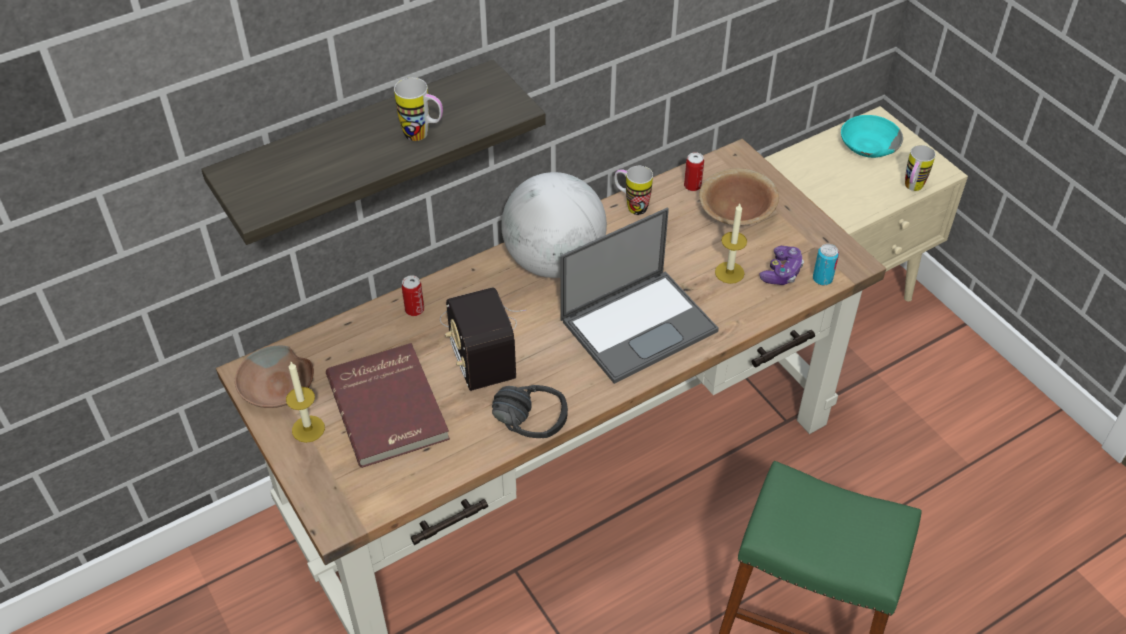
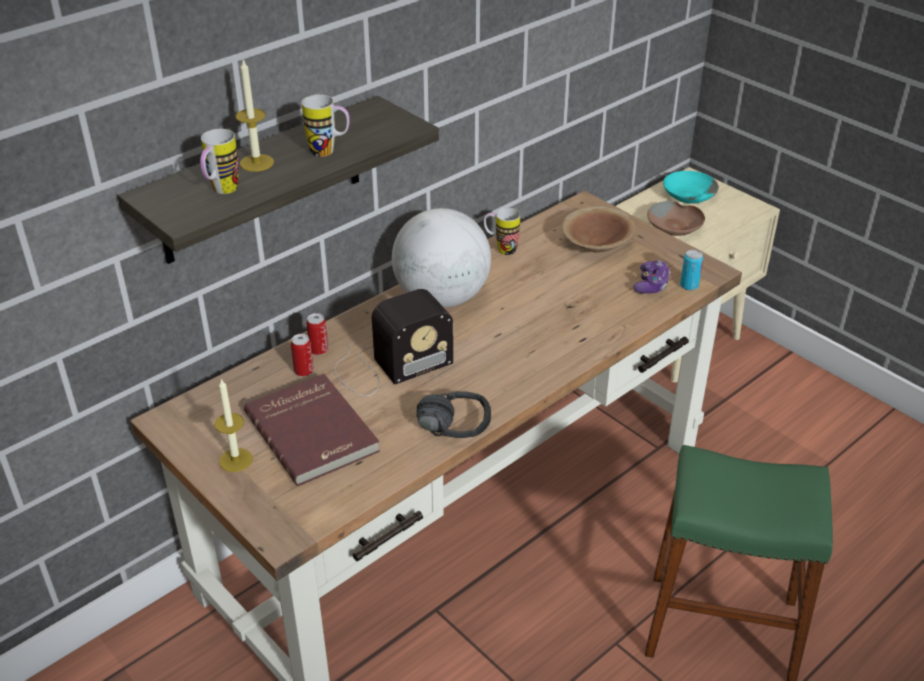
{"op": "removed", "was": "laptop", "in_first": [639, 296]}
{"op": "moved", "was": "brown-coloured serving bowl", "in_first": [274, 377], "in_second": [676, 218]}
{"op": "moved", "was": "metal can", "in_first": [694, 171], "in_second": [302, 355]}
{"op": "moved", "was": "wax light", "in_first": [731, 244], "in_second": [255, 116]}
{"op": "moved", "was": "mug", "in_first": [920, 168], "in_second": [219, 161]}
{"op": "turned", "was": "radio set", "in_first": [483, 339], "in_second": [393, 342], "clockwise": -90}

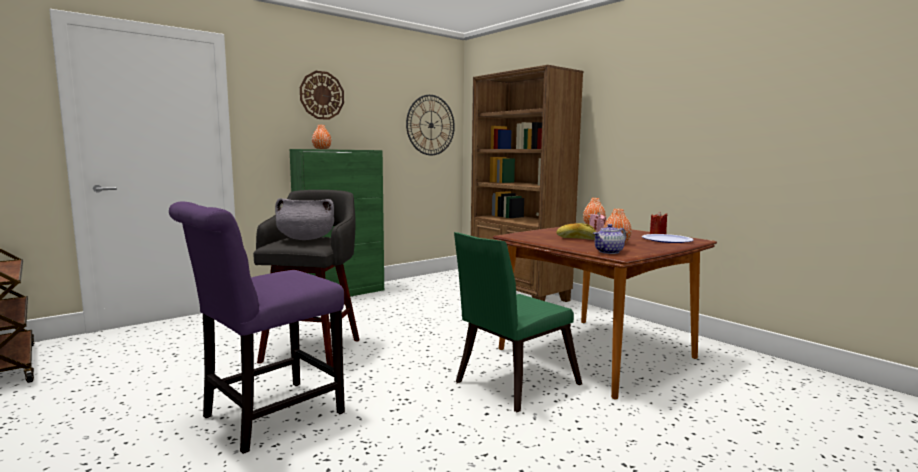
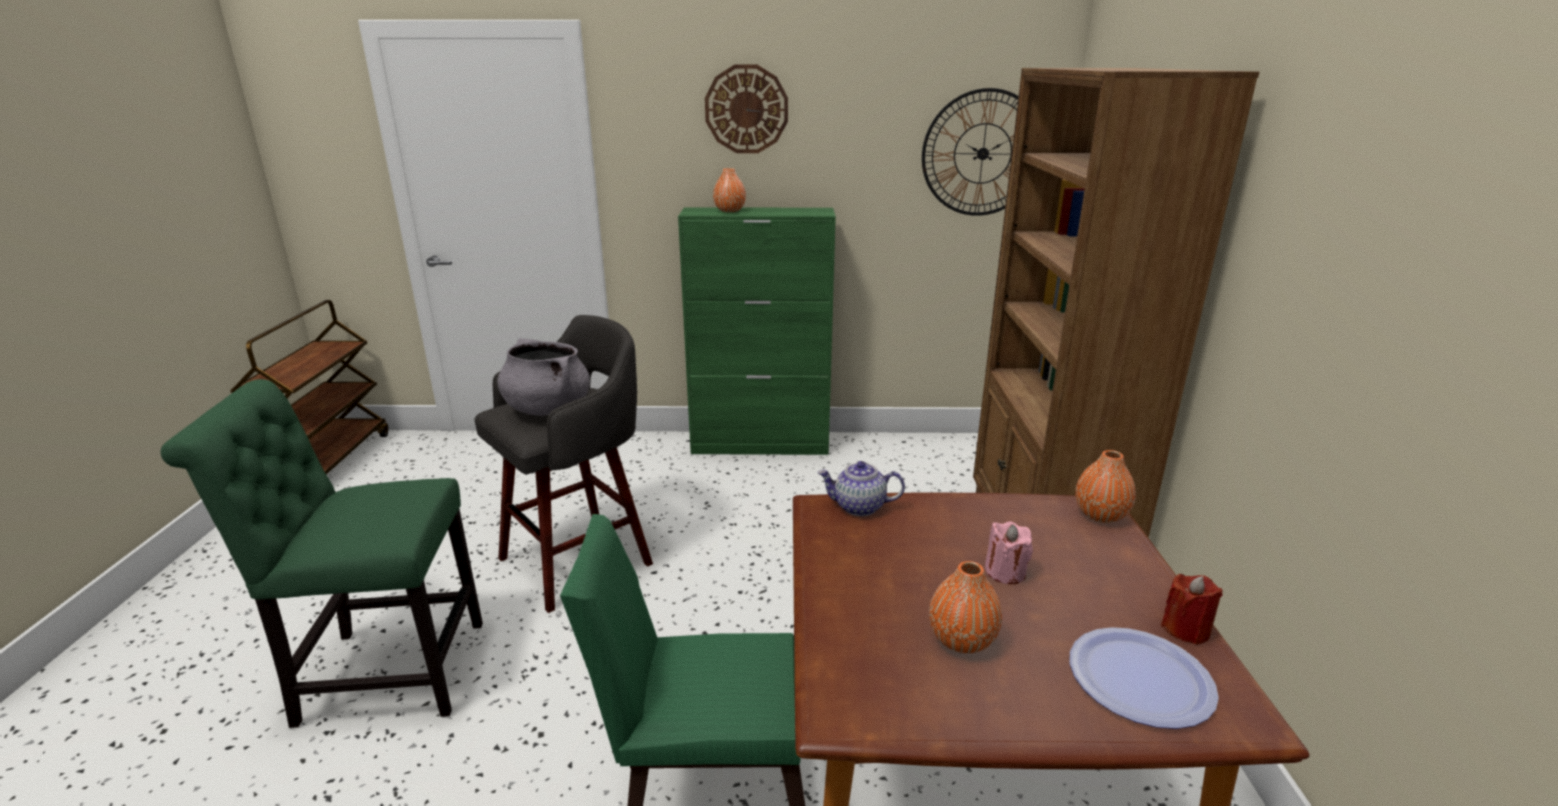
{"op": "removed", "was": "baked bread", "in_first": [576, 231]}
{"op": "moved", "was": "pot for tea", "in_first": [609, 239], "in_second": [861, 488]}
{"op": "recoloured", "was": "purple-coloured chair", "now": "greenish chair", "in_first": [257, 327], "in_second": [322, 553]}

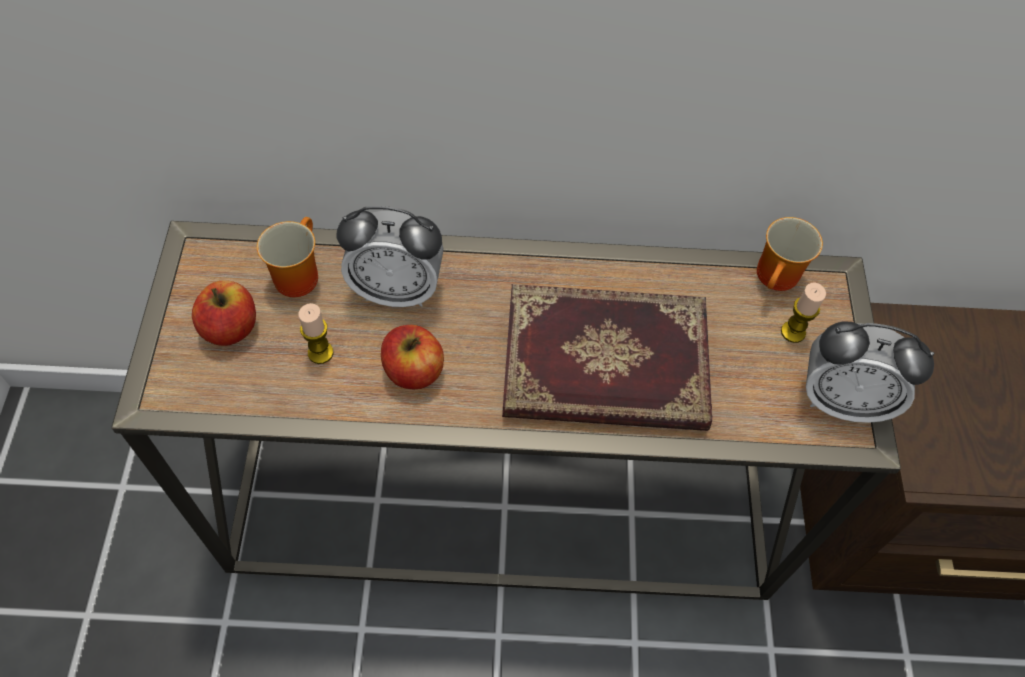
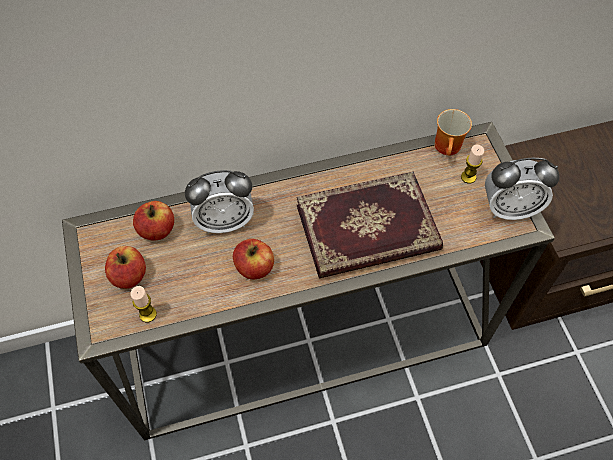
{"op": "moved", "was": "wax light", "in_first": [316, 333], "in_second": [143, 304]}
{"op": "replaced", "was": "mug", "now": "whole apple", "in_first": [287, 257], "in_second": [153, 221]}

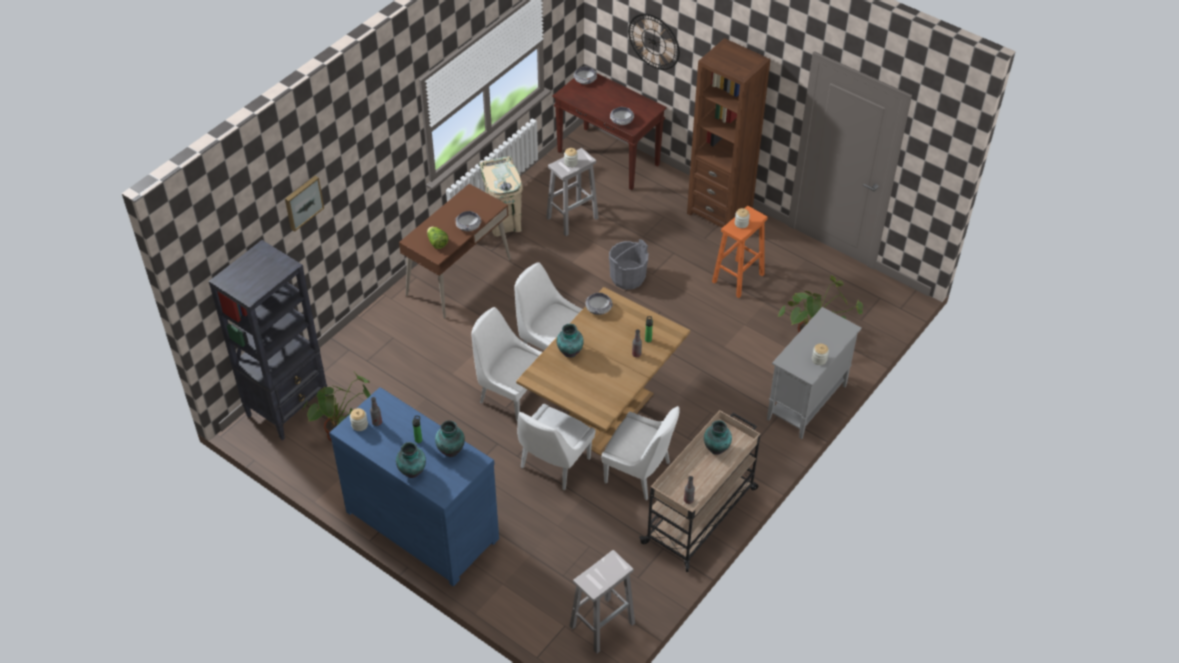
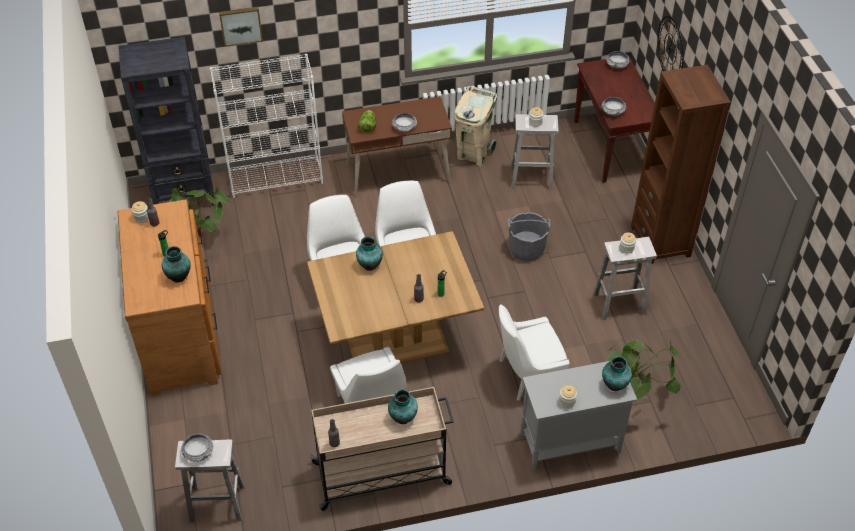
{"op": "added", "now": "whitish bookcase", "in_second": [266, 126]}
{"op": "moved", "was": "vase", "in_first": [411, 460], "in_second": [617, 373]}
{"op": "moved", "was": "whitish chair", "in_first": [556, 447], "in_second": [534, 352]}
{"op": "moved", "was": "serving bowl", "in_first": [598, 303], "in_second": [197, 448]}
{"op": "recoloured", "was": "bluish drawer chest", "now": "brown-coloured drawer chest", "in_first": [414, 486], "in_second": [169, 298]}
{"op": "recoloured", "was": "orange stool", "now": "whitish stool", "in_first": [739, 252], "in_second": [625, 278]}

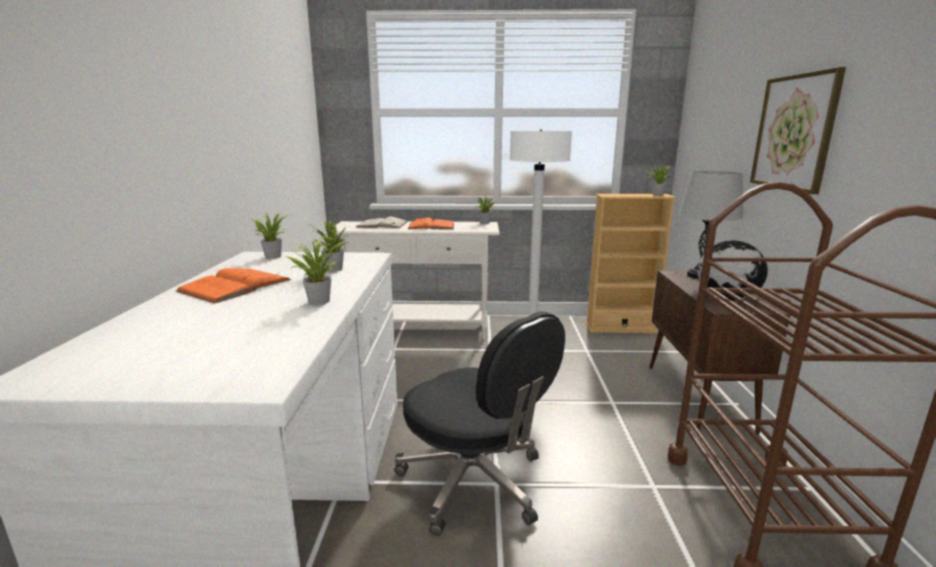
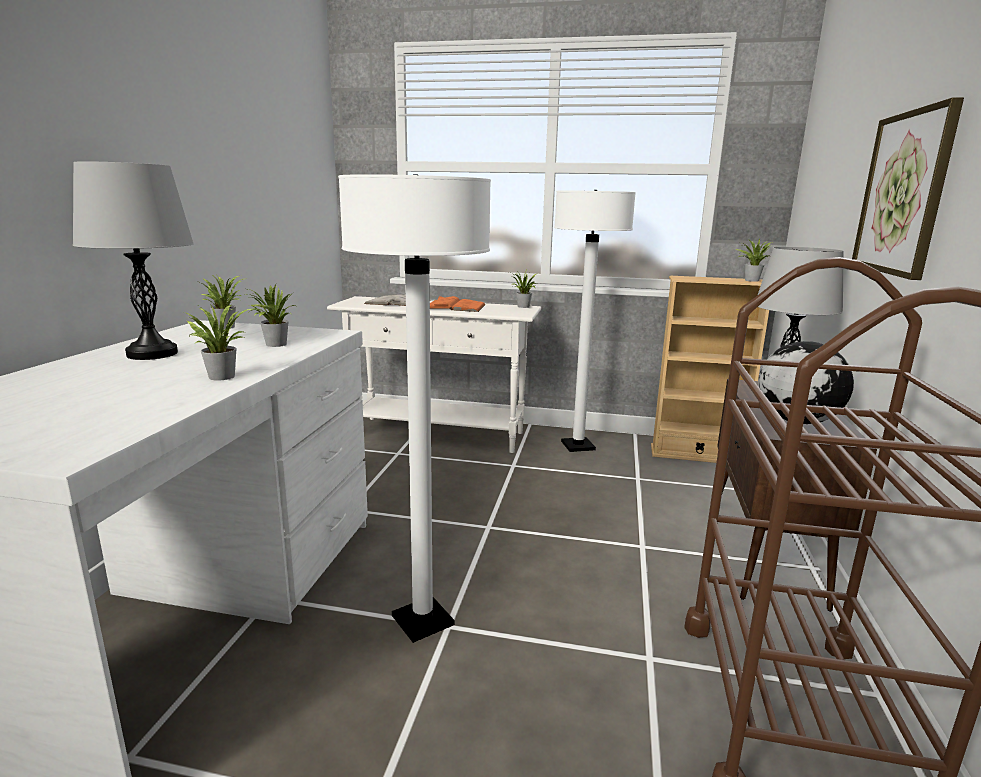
{"op": "replaced", "was": "orange bound book", "now": "gray lamp for a table", "in_first": [233, 286], "in_second": [133, 260]}
{"op": "replaced", "was": "black-coloured computer chair", "now": "whitish floor lamp", "in_first": [480, 423], "in_second": [414, 408]}

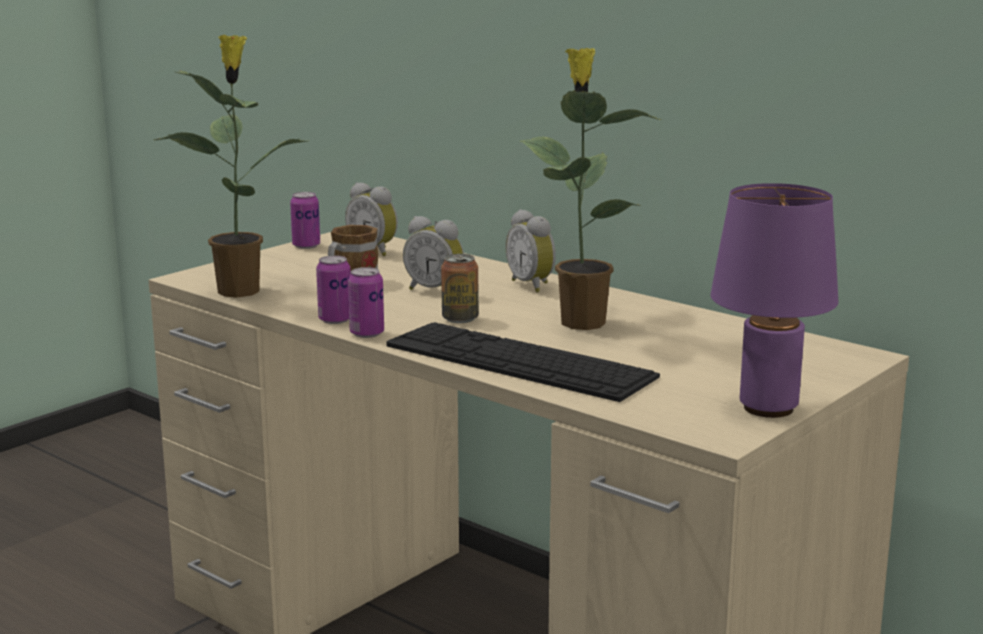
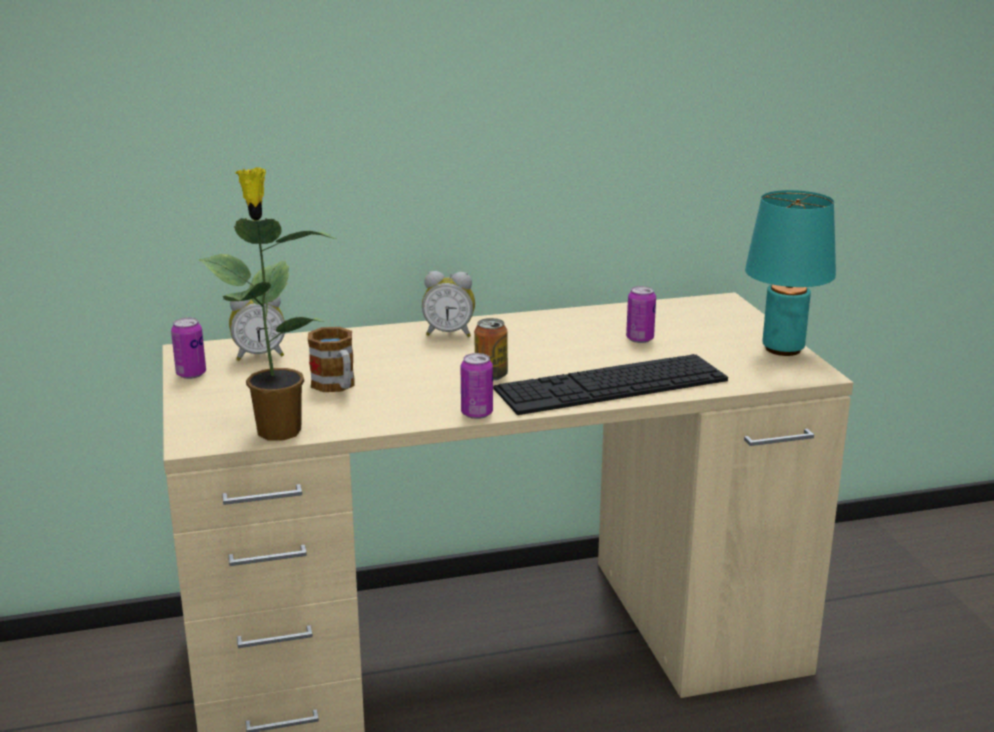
{"op": "removed", "was": "bedside clock", "in_first": [433, 253]}
{"op": "removed", "was": "houseplant", "in_first": [590, 189]}
{"op": "moved", "was": "metal can", "in_first": [333, 289], "in_second": [641, 314]}
{"op": "recoloured", "was": "purple-coloured lamp for a table", "now": "turquoise lamp for a table", "in_first": [774, 300], "in_second": [790, 273]}

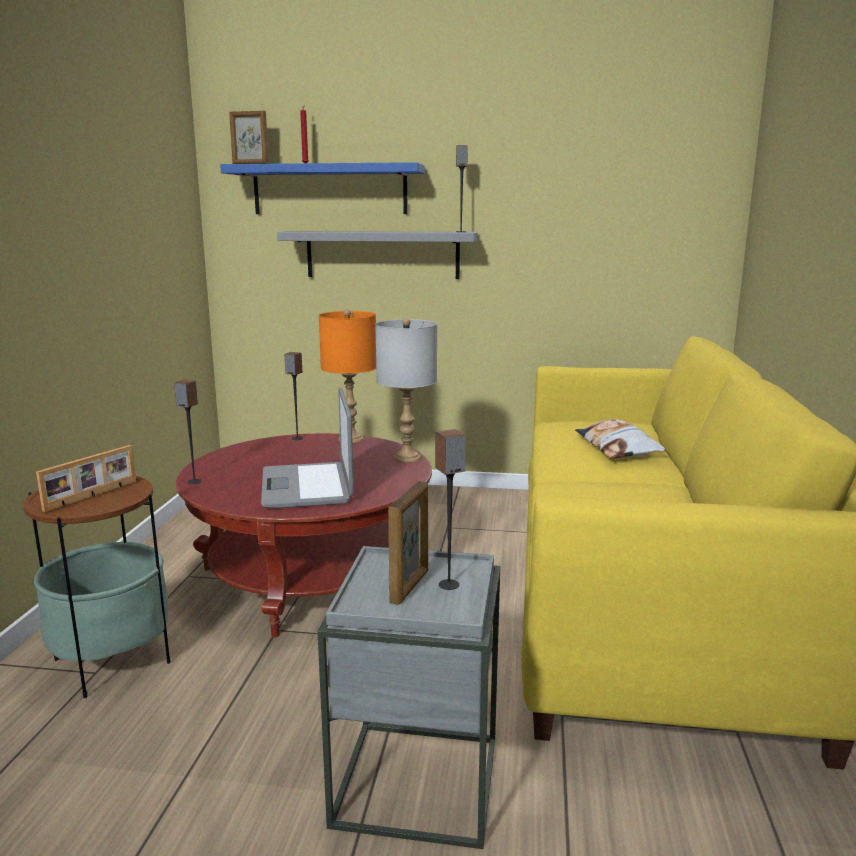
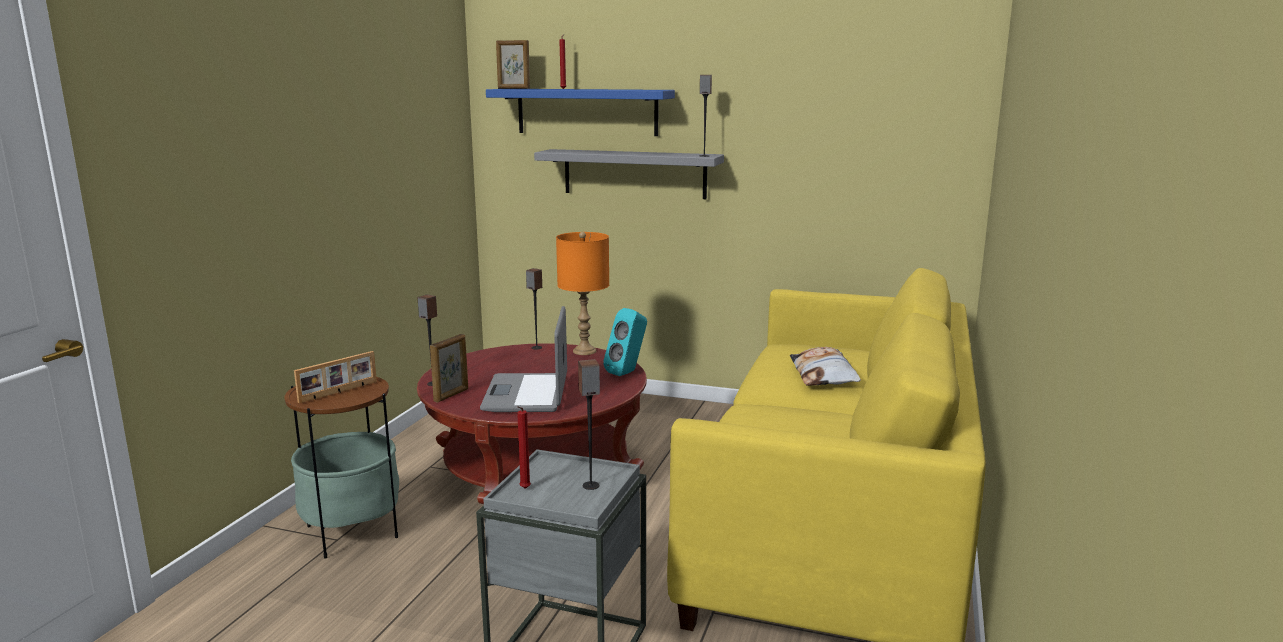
{"op": "added", "now": "reddish wax light", "in_second": [524, 447]}
{"op": "moved", "was": "photo frame", "in_first": [408, 543], "in_second": [449, 368]}
{"op": "replaced", "was": "gray lamp for a table", "now": "turquoise loudspeaker", "in_first": [406, 390], "in_second": [625, 342]}

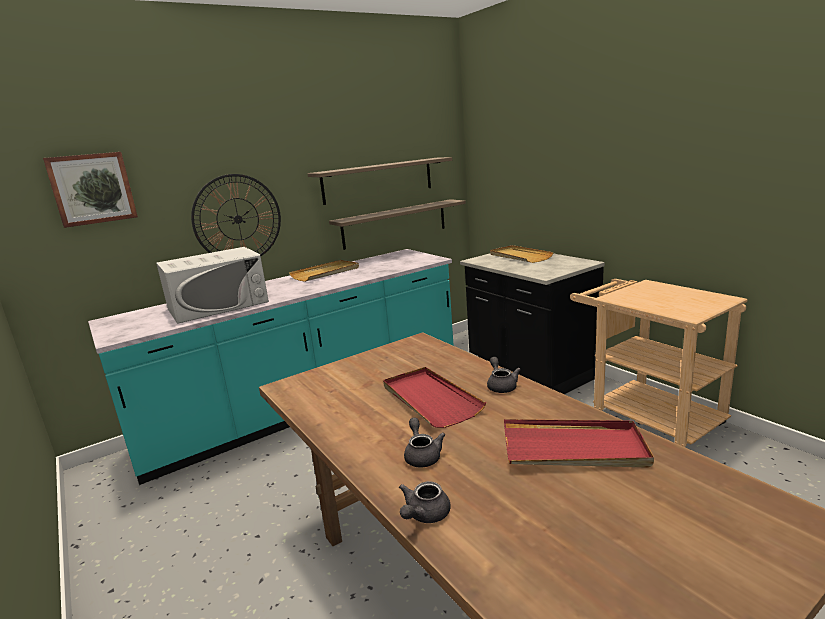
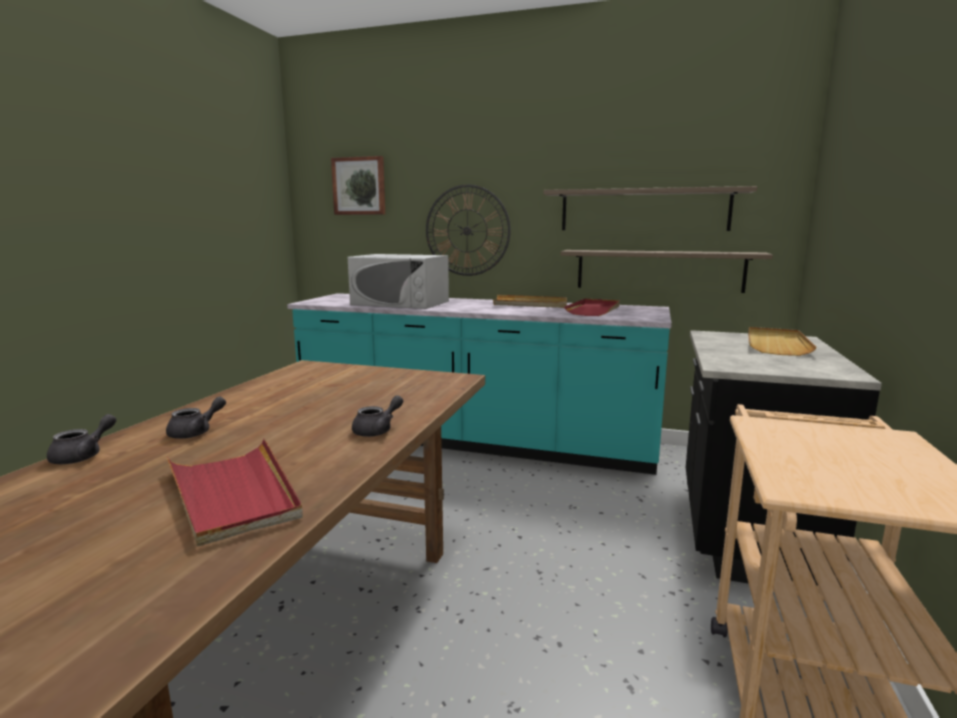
{"op": "moved", "was": "reddish tray", "in_first": [434, 397], "in_second": [592, 307]}
{"op": "turned", "was": "gray pot for tea", "in_first": [425, 502], "in_second": [81, 439], "clockwise": 120}

